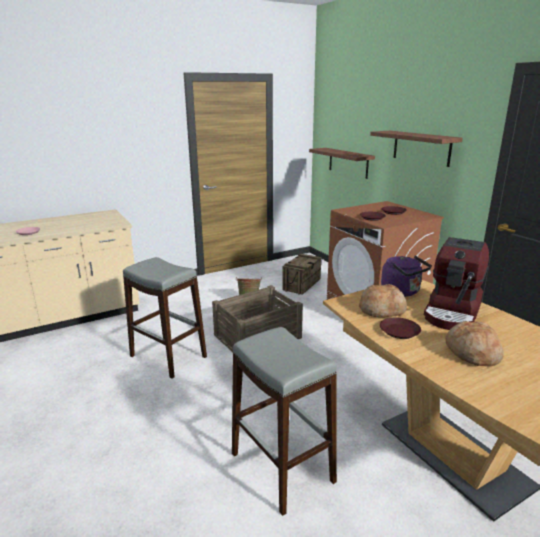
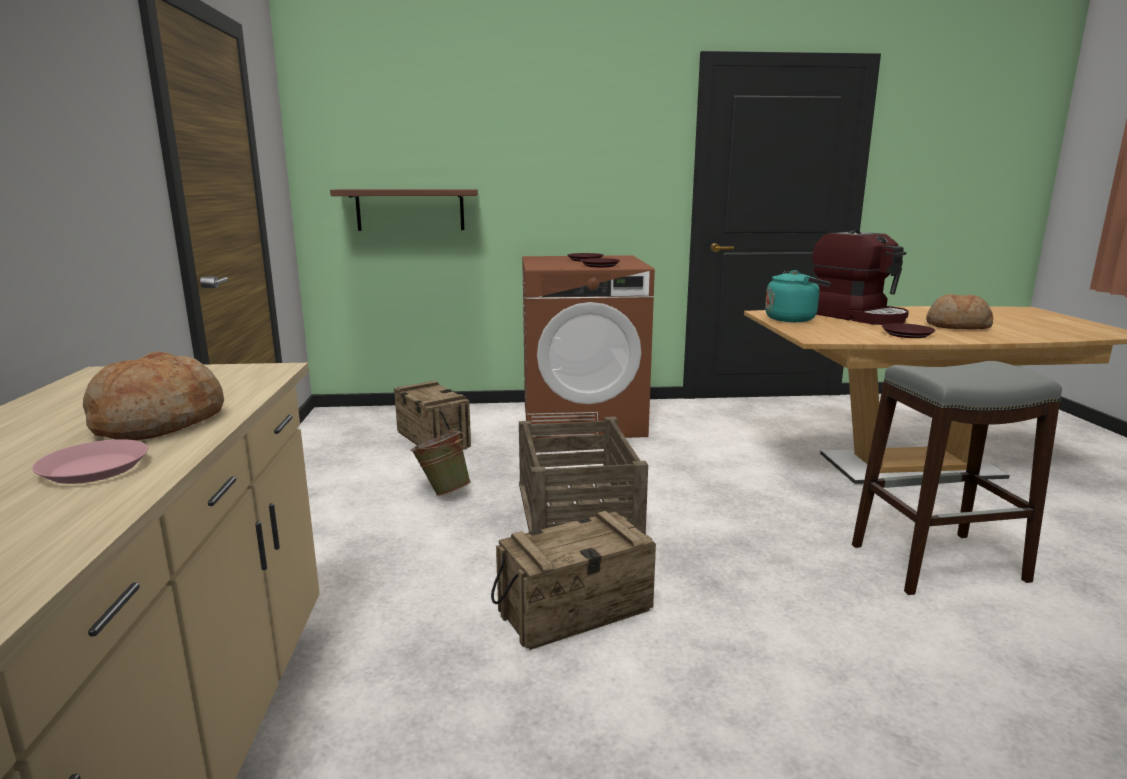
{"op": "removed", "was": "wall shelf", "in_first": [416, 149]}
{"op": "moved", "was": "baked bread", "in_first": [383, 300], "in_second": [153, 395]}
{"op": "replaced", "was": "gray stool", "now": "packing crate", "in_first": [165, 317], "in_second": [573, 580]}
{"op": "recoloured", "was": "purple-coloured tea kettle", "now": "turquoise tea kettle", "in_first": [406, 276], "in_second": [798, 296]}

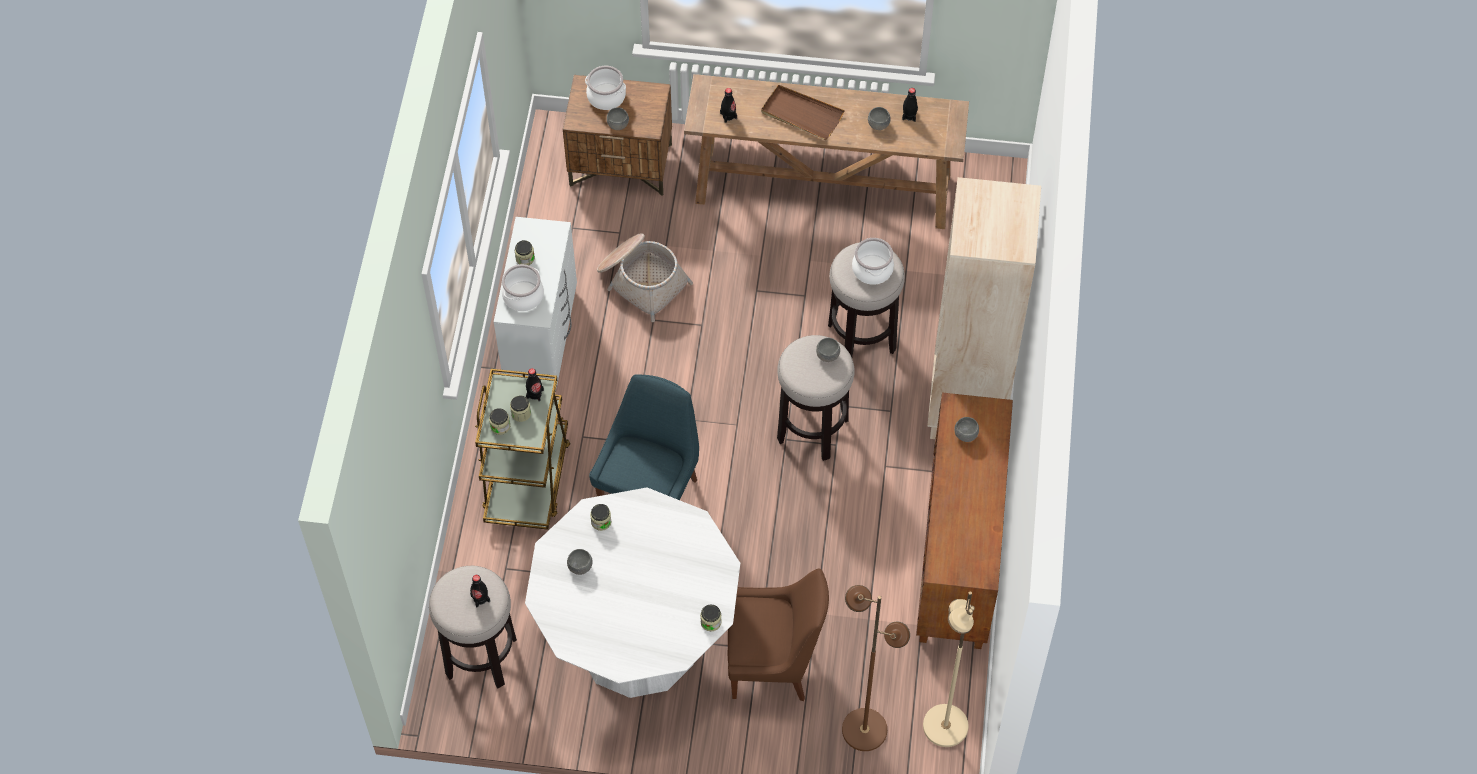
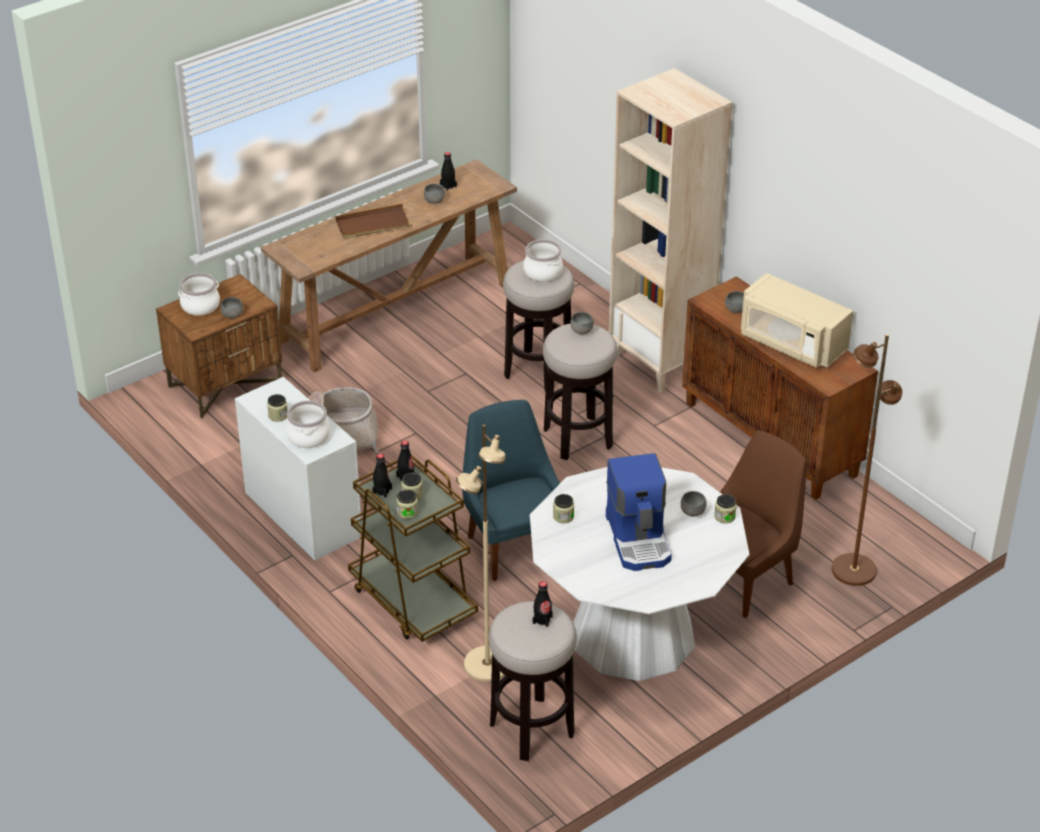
{"op": "added", "now": "coffee machine", "in_second": [639, 512]}
{"op": "added", "now": "beige kitchen microwave", "in_second": [797, 320]}
{"op": "moved", "was": "gray serving bowl", "in_first": [580, 562], "in_second": [693, 504]}
{"op": "moved", "was": "black-coloured bottle", "in_first": [728, 105], "in_second": [382, 476]}
{"op": "moved", "was": "beige floor lamp", "in_first": [949, 669], "in_second": [480, 553]}

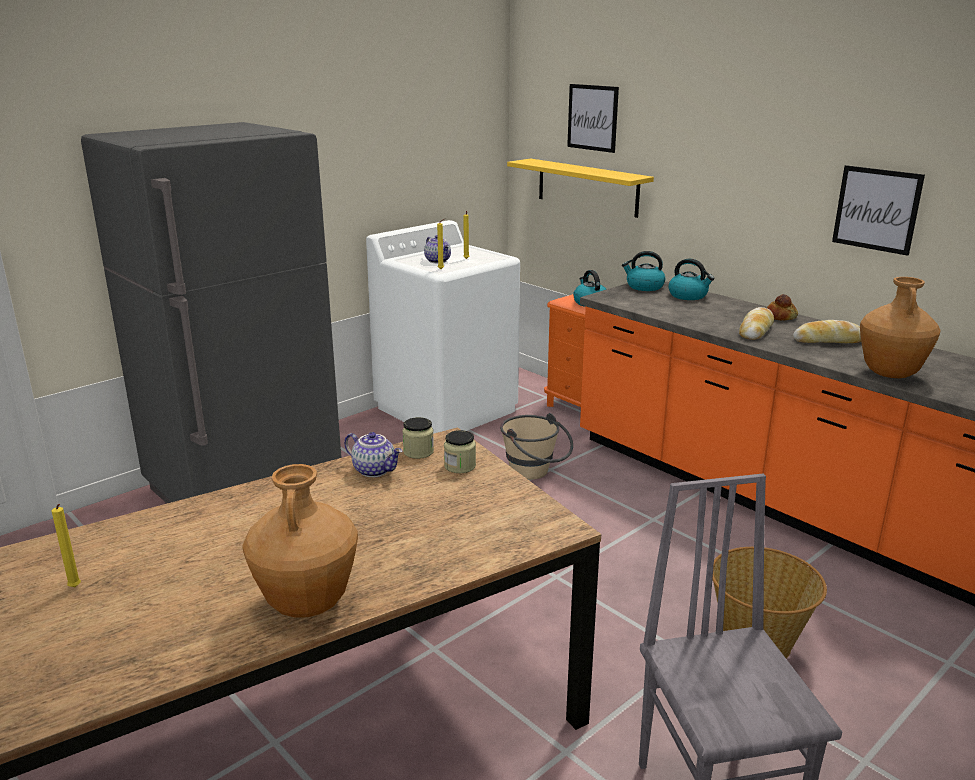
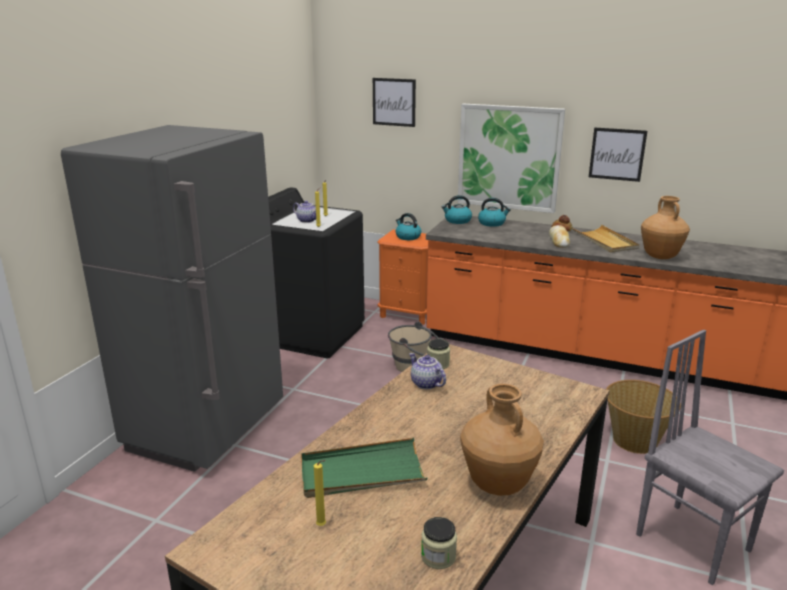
{"op": "removed", "was": "yellow-coloured wall shelf", "in_first": [580, 188]}
{"op": "added", "now": "greenish tray", "in_second": [364, 468]}
{"op": "added", "now": "picture", "in_second": [511, 158]}
{"op": "moved", "was": "storage jar", "in_first": [460, 451], "in_second": [439, 543]}
{"op": "replaced", "was": "baked bread", "now": "beige tray", "in_first": [827, 331], "in_second": [605, 239]}
{"op": "recoloured", "was": "whitish washing machine", "now": "black-coloured washing machine", "in_first": [443, 327], "in_second": [316, 273]}
{"op": "turned", "was": "pot for tea", "in_first": [373, 454], "in_second": [427, 371], "clockwise": -135}

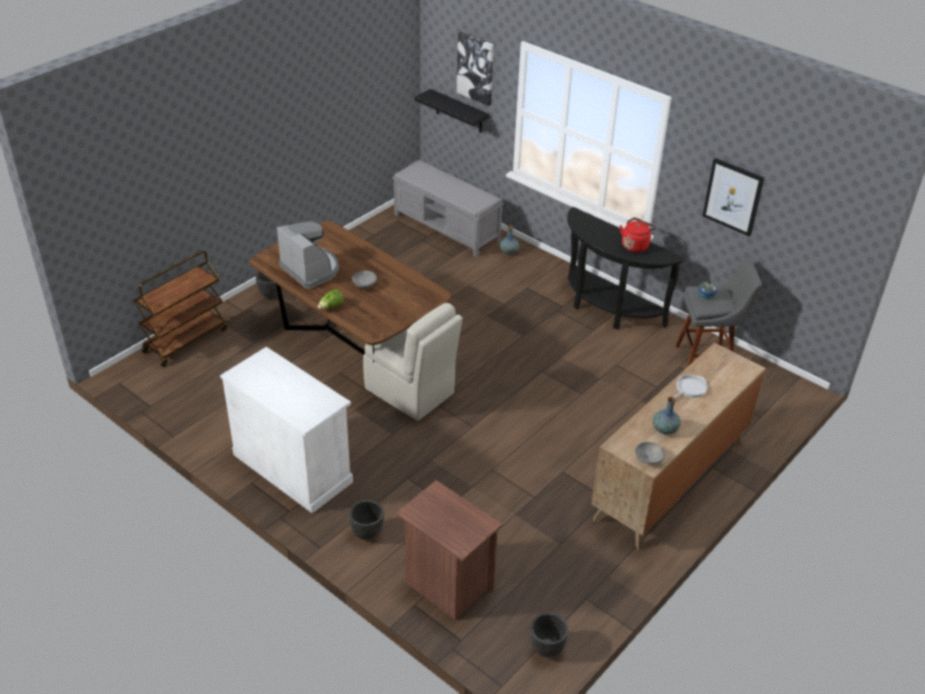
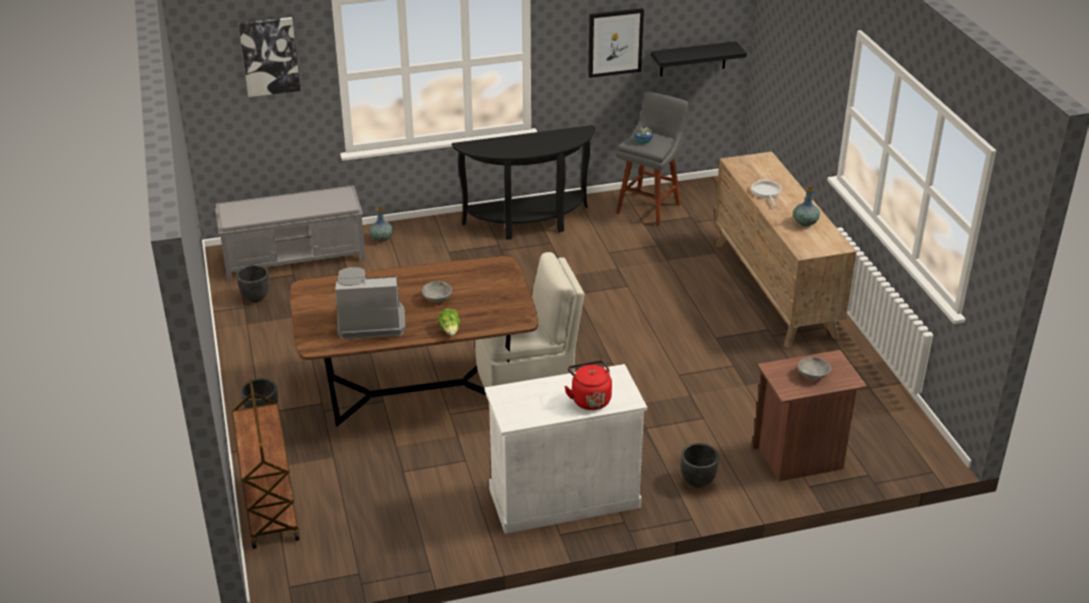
{"op": "moved", "was": "black-coloured wall shelf", "in_first": [451, 111], "in_second": [699, 58]}
{"op": "moved", "was": "black-coloured flower pot", "in_first": [549, 635], "in_second": [253, 283]}
{"op": "moved", "was": "reddish tea kettle", "in_first": [638, 235], "in_second": [588, 385]}
{"op": "moved", "was": "gray serving bowl", "in_first": [650, 453], "in_second": [814, 368]}

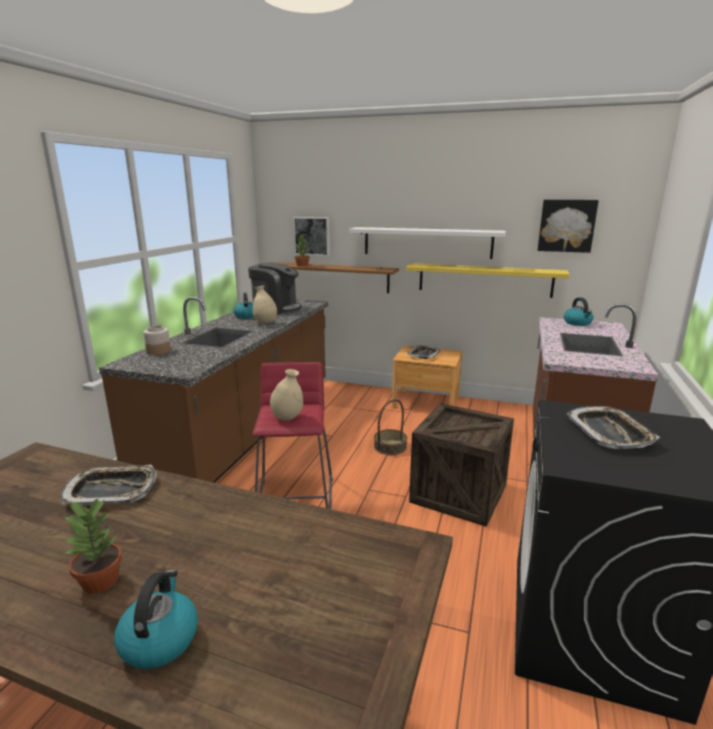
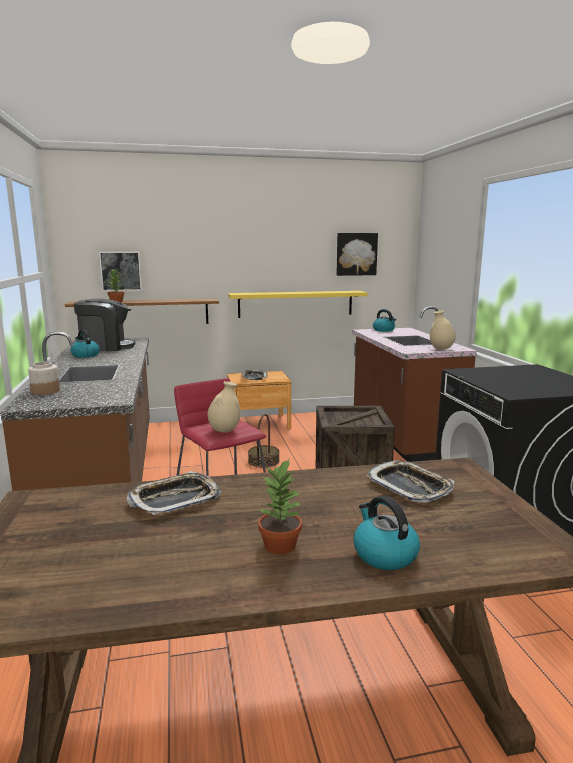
{"op": "removed", "was": "whitish wall shelf", "in_first": [427, 243]}
{"op": "moved", "was": "beige vase", "in_first": [265, 305], "in_second": [443, 330]}
{"op": "moved", "was": "tray", "in_first": [613, 427], "in_second": [410, 481]}

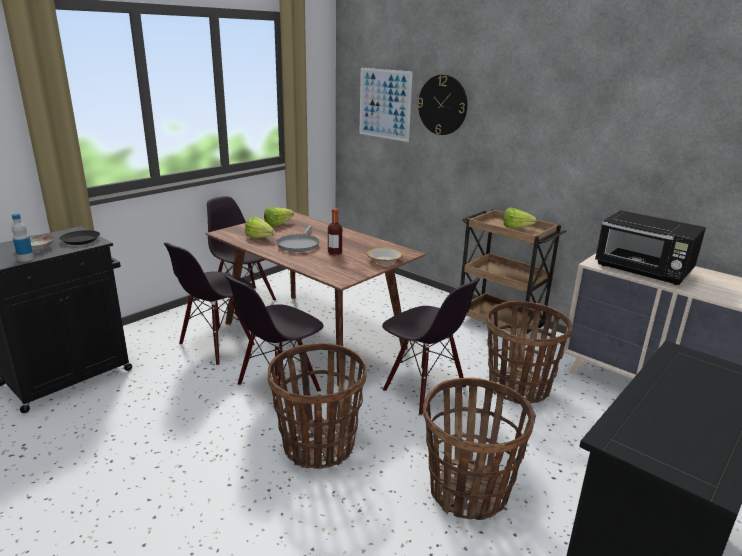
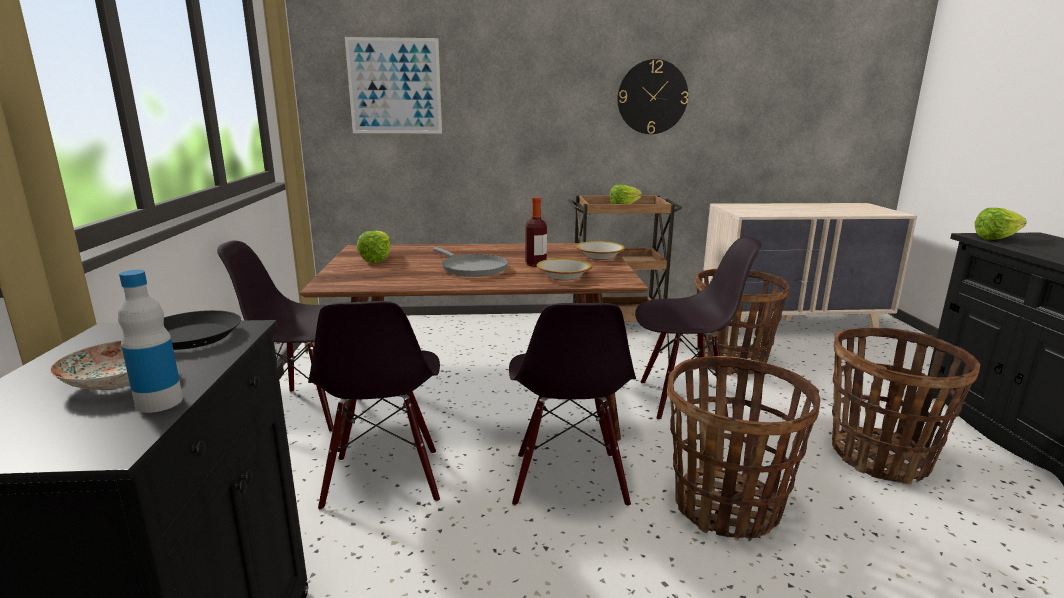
{"op": "removed", "was": "black-coloured kitchen microwave", "in_first": [650, 247]}
{"op": "added", "now": "serving bowl", "in_second": [564, 269]}
{"op": "moved", "was": "lettuce", "in_first": [260, 227], "in_second": [1001, 224]}
{"op": "moved", "was": "clock on the wall", "in_first": [442, 105], "in_second": [652, 96]}

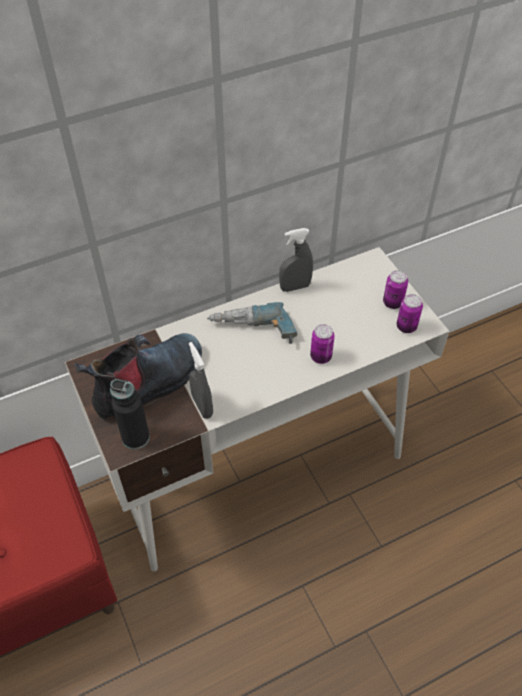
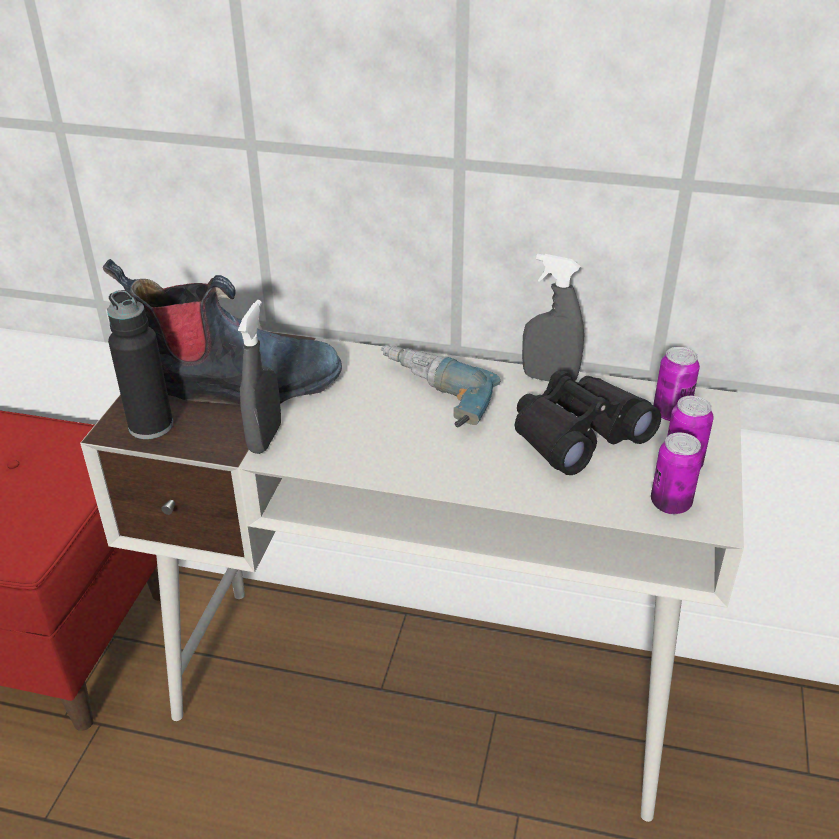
{"op": "added", "now": "black-coloured field glasses", "in_second": [588, 423]}
{"op": "moved", "was": "metal can", "in_first": [322, 344], "in_second": [676, 384]}

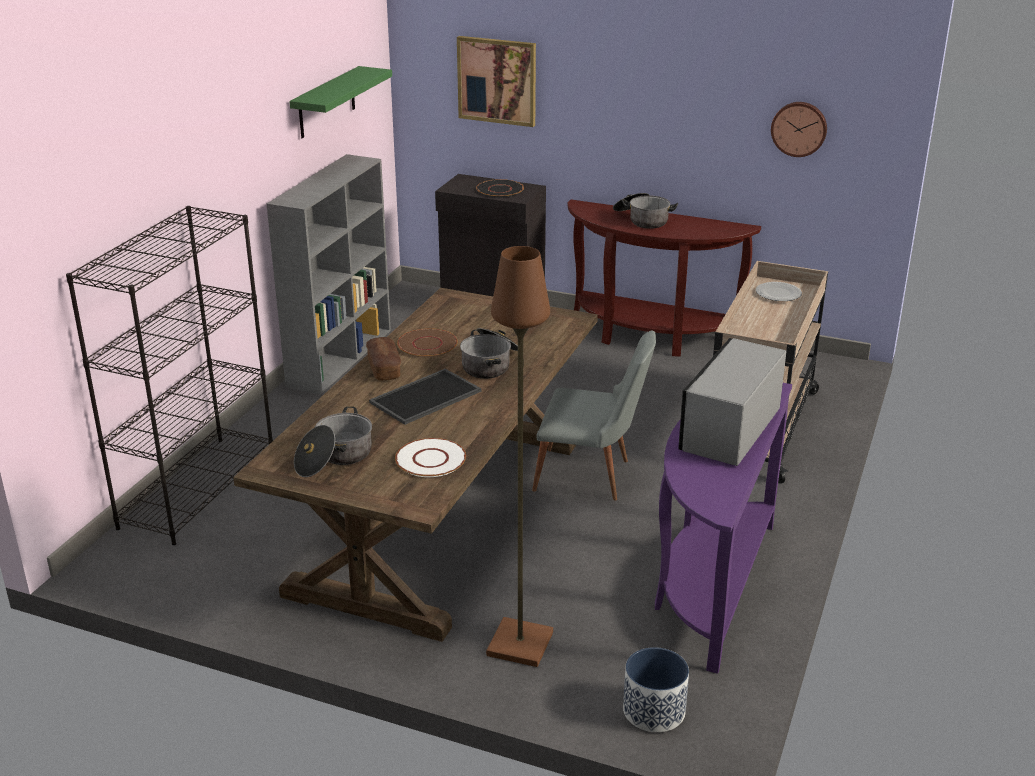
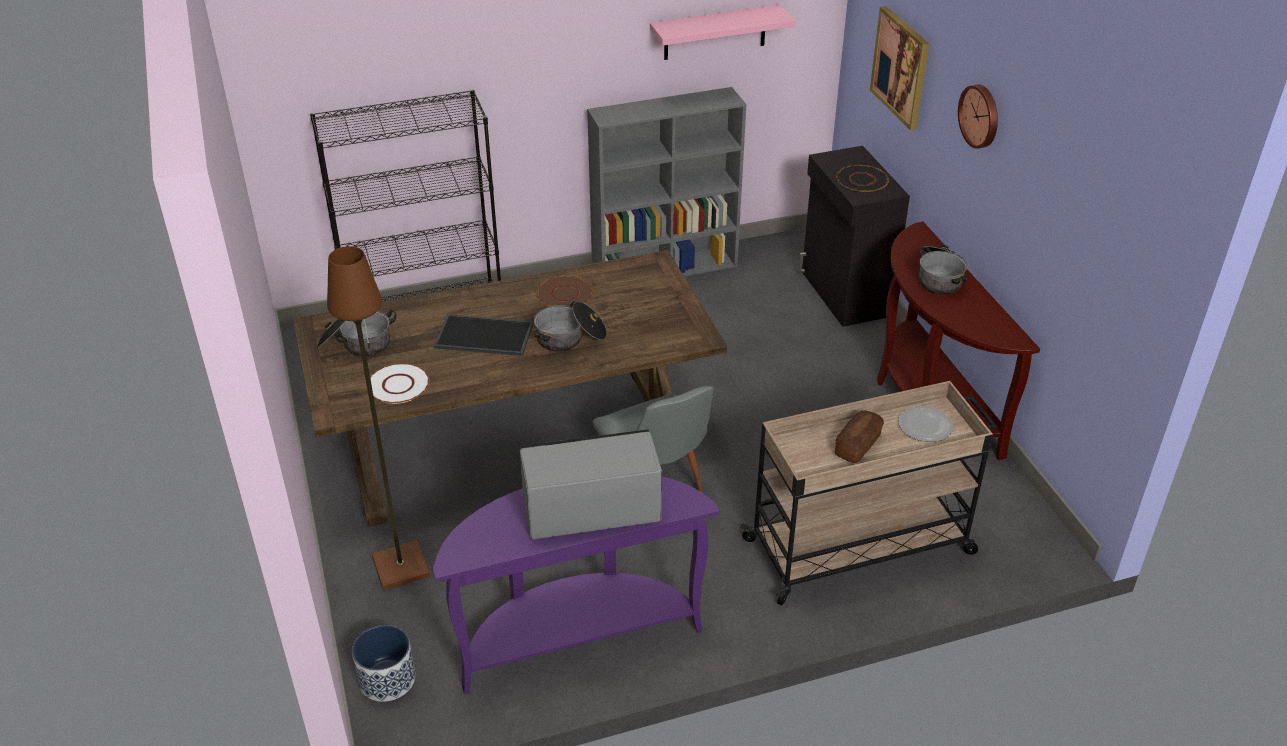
{"op": "moved", "was": "baked bread", "in_first": [383, 358], "in_second": [859, 437]}
{"op": "moved", "was": "clock on the wall", "in_first": [799, 129], "in_second": [978, 116]}
{"op": "recoloured", "was": "greenish wall shelf", "now": "pinkish wall shelf", "in_first": [340, 102], "in_second": [723, 32]}

